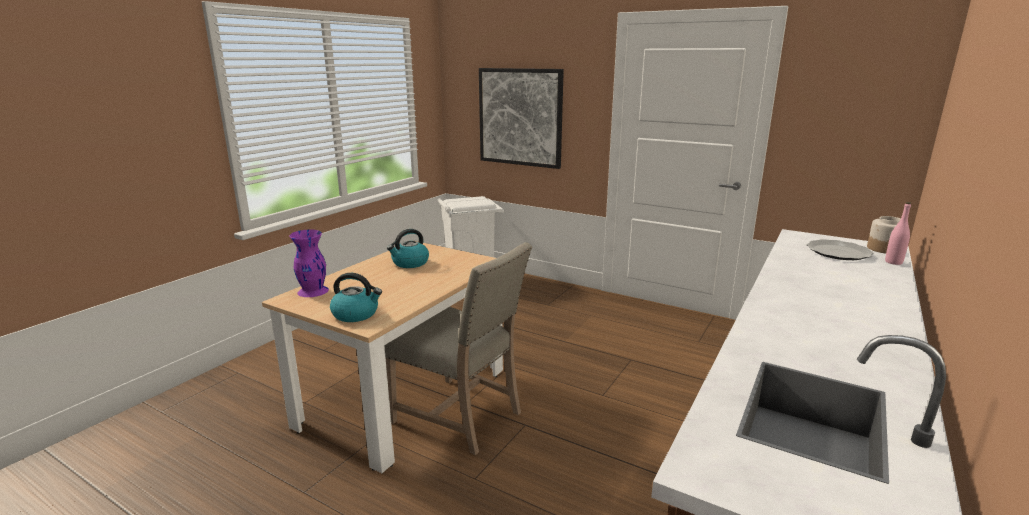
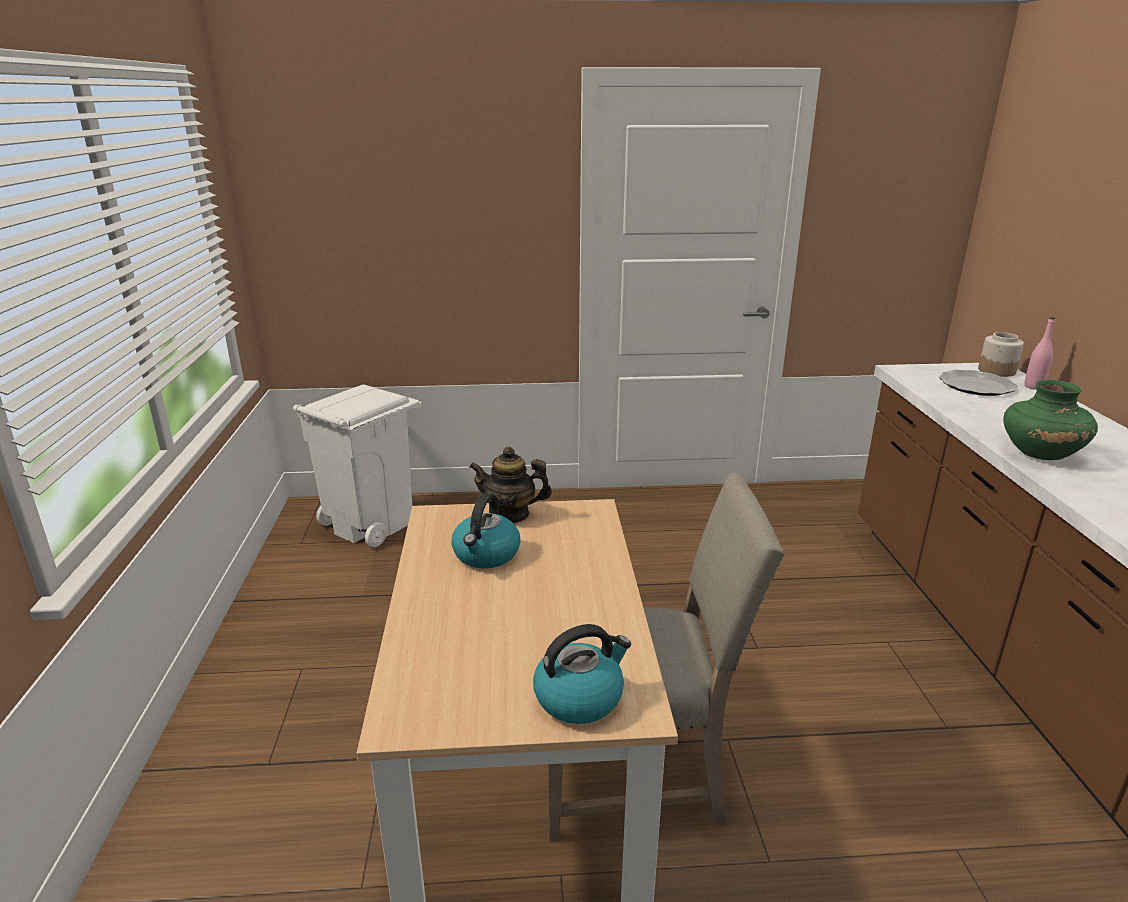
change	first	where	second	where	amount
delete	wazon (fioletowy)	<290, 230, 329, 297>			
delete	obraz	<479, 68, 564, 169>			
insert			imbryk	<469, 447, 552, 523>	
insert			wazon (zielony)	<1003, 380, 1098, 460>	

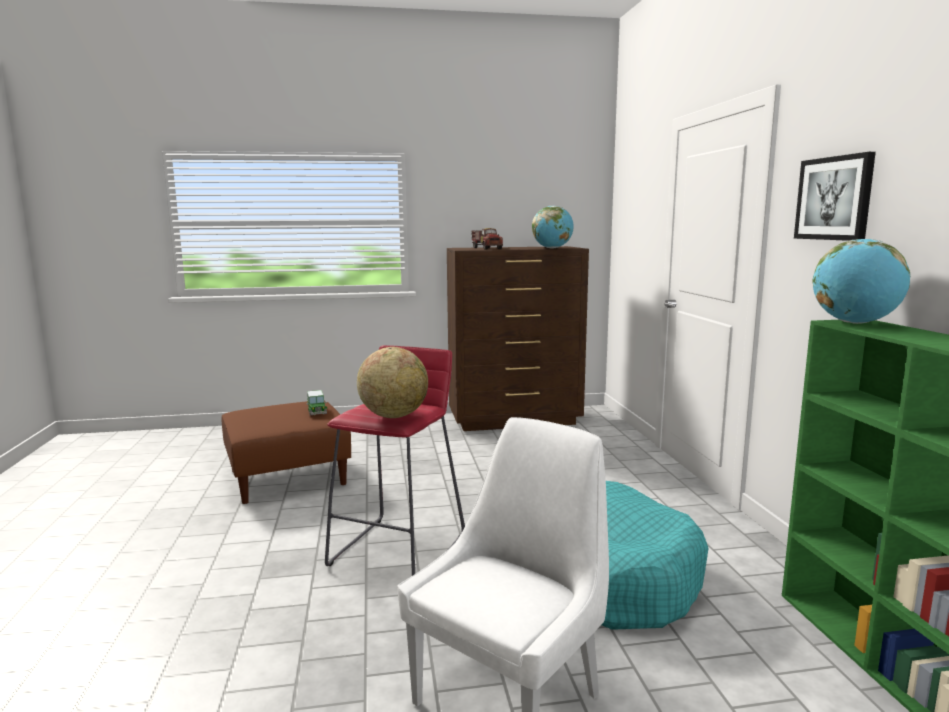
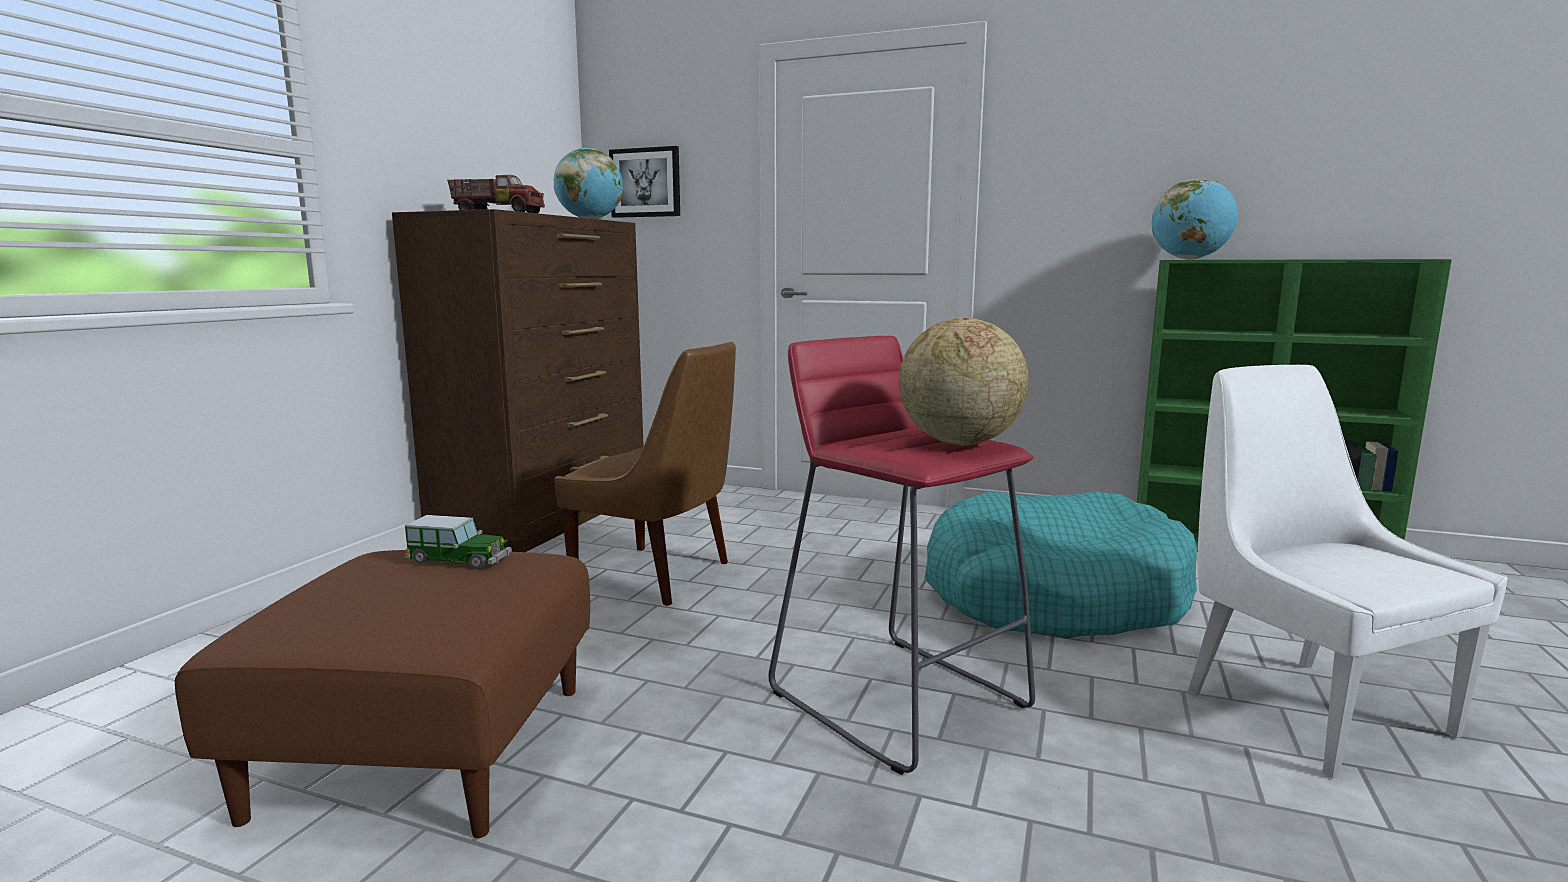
change	first	where	second	where	amount
insert			krzesło (brązowy)	<555, 341, 736, 606>	
move	obraz	<794, 152, 876, 241>		<609, 146, 680, 218>	

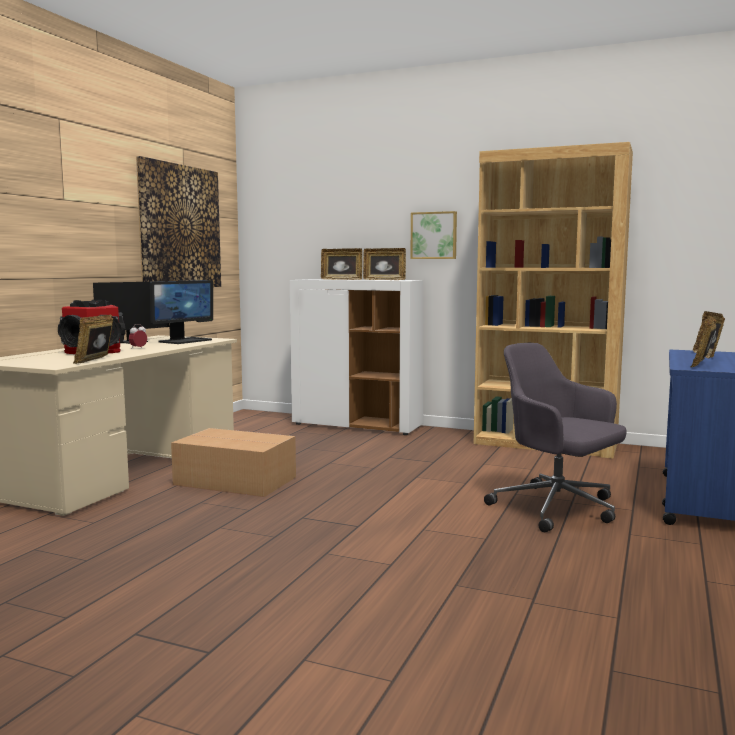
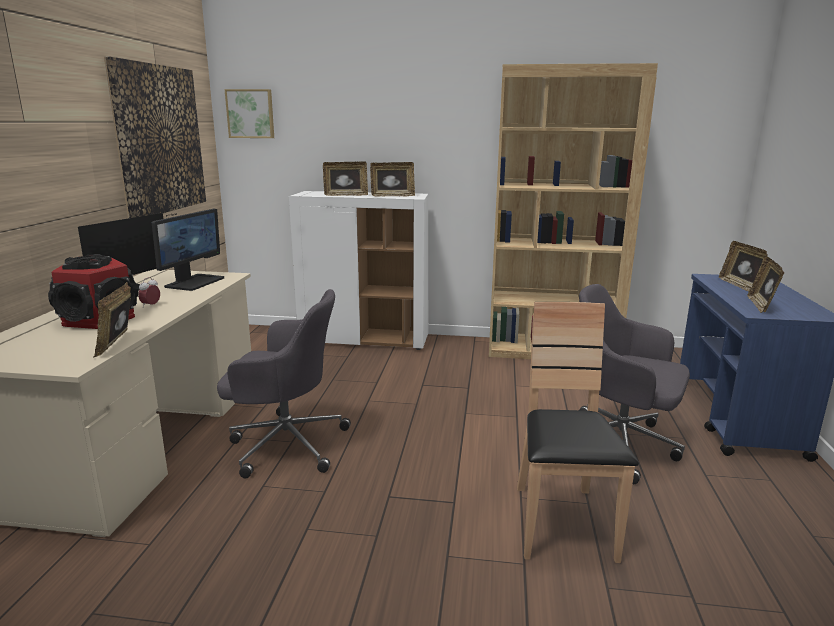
change	first	where	second	where	amount
insert			krzesło (brązowy)	<517, 302, 639, 563>	
move	obraz	<410, 211, 457, 259>		<225, 89, 274, 138>	
replace	karton	<171, 428, 296, 497>	krzesło biurowe (szary)	<217, 289, 351, 478>	

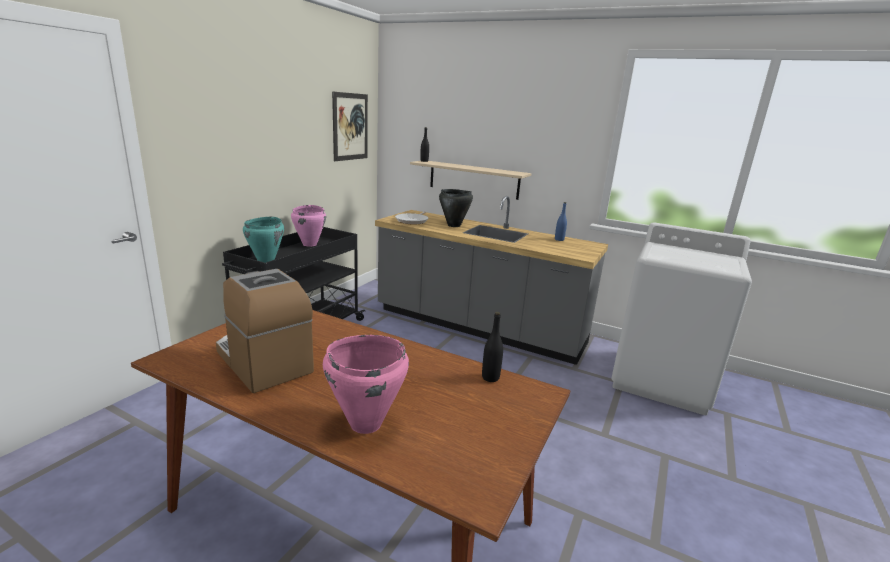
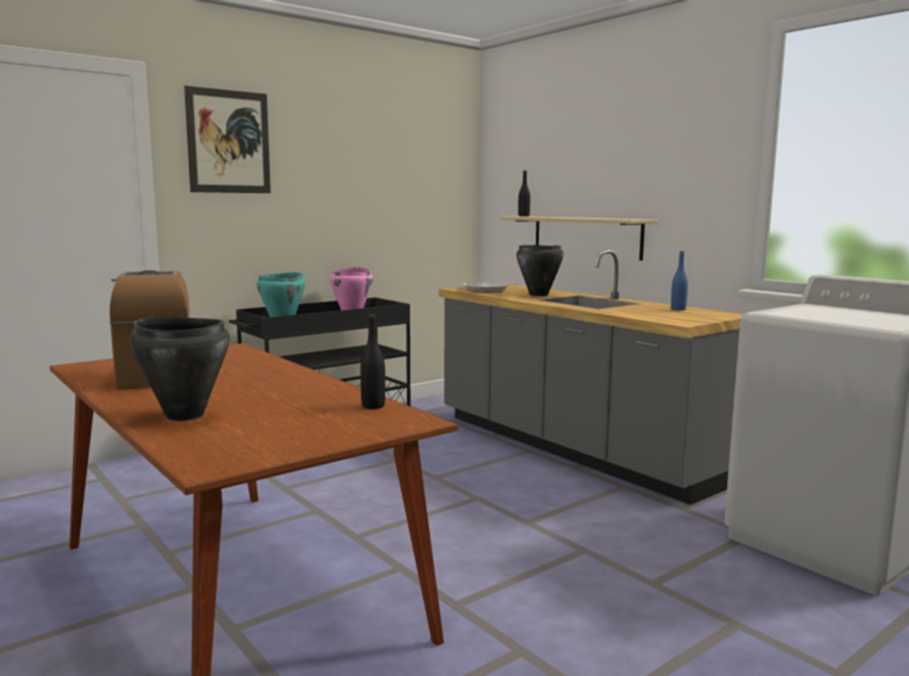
change	first	where	second	where	amount
move	obraz	<332, 91, 368, 161>		<184, 86, 271, 193>	
recolor	garnek (różowy)	<323, 335, 409, 434>	garnek (czarny)	<130, 317, 230, 421>	

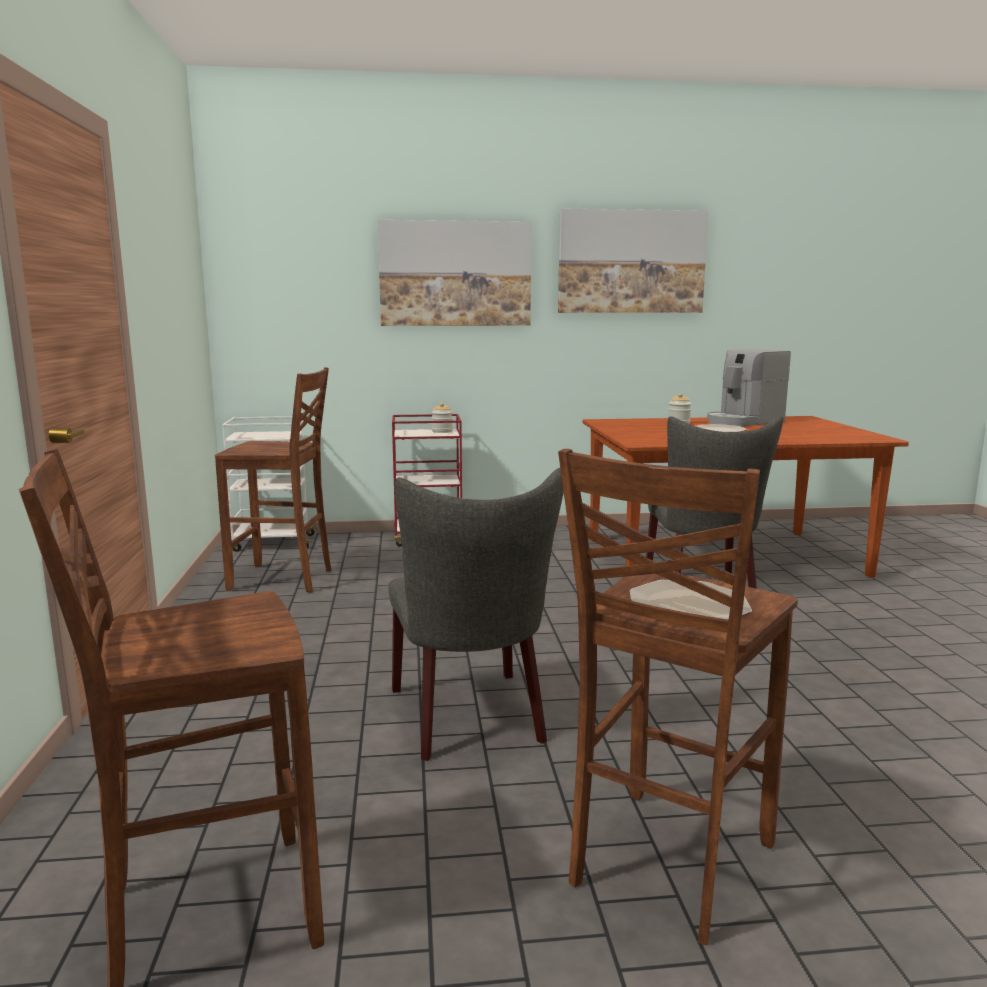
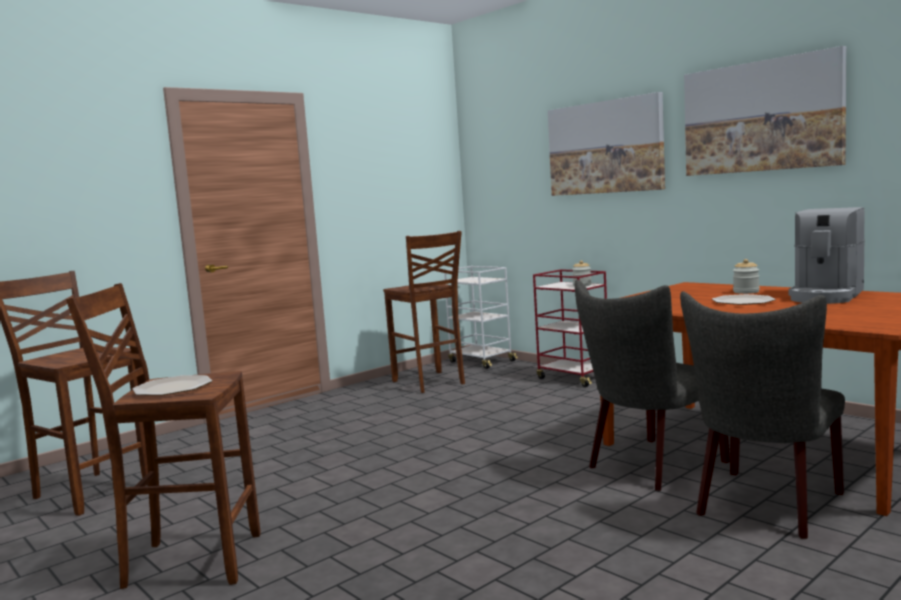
change	first	where	second	where	amount
move	krzesło (szary)	<388, 468, 564, 761>		<680, 291, 845, 539>	
rotate	ekspres do kawy	<707, 349, 791, 427>		<788, 207, 865, 304>	75 degrees counterclockwise

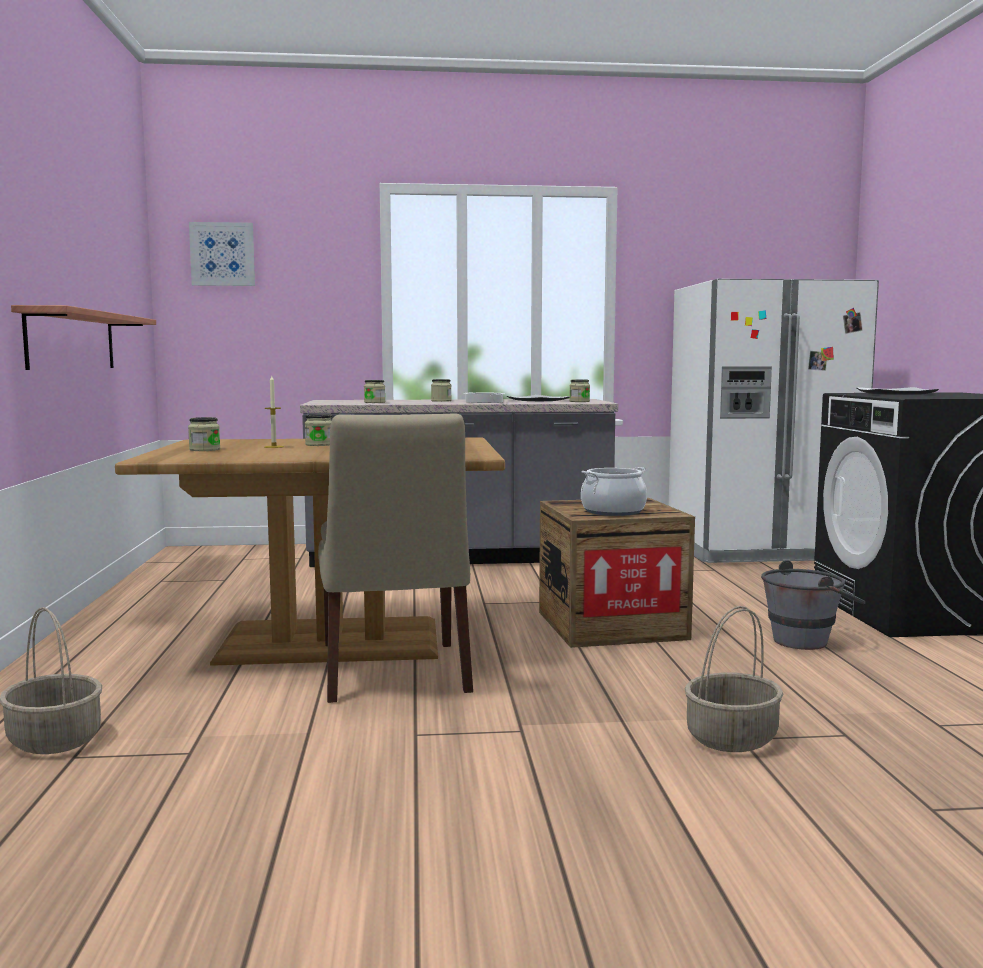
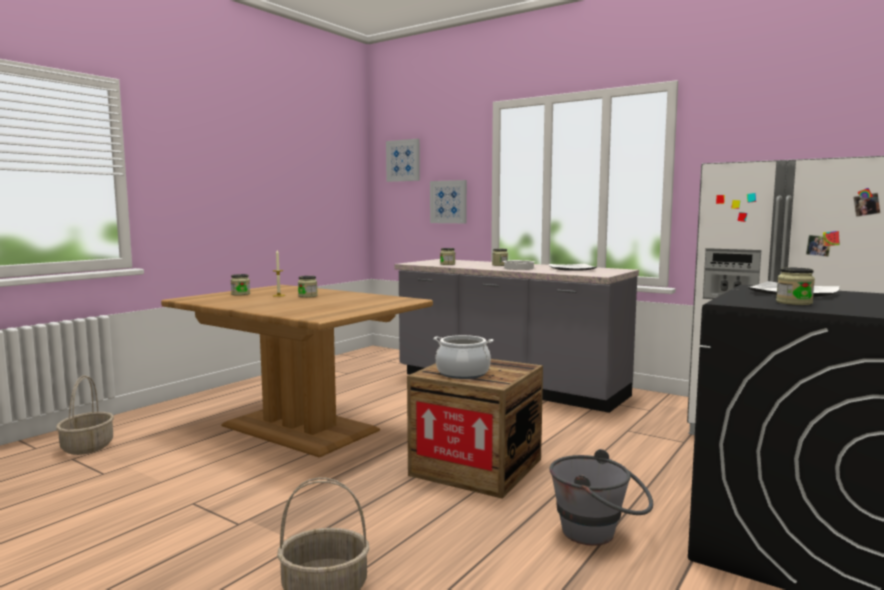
change	first	where	second	where	amount
delete	półka	<11, 305, 156, 370>			
delete	krzesło (beżowy)	<318, 414, 473, 703>			
insert			obraz	<430, 180, 467, 223>	
move	słoik	<569, 379, 590, 402>		<776, 267, 815, 305>	

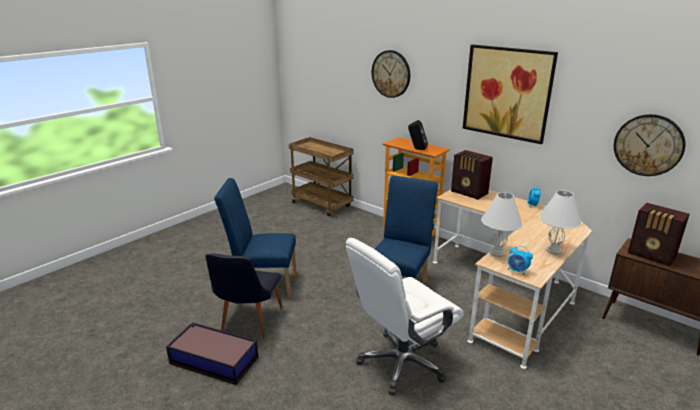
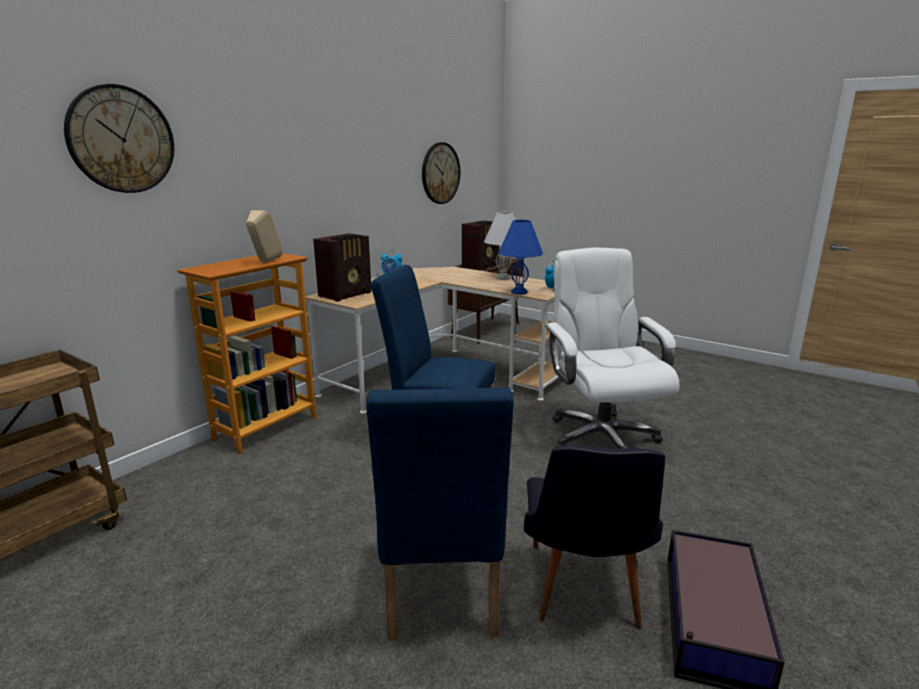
change	first	where	second	where	amount
delete	obraz	<463, 44, 558, 144>			
recolor	głośnik (czarny)	<408, 120, 428, 150>	głośnik (beżowy)	<246, 210, 283, 263>	
recolor	lampa stołowa (biały)	<481, 192, 523, 257>	lampa stołowa (niebieski)	<498, 219, 543, 295>	
rotate	krzesło (czarny)	<205, 254, 283, 338>		<524, 445, 666, 629>	90 degrees clockwise
rotate	krzesło biurowe (biały)	<346, 238, 464, 395>		<545, 248, 680, 449>	150 degrees counterclockwise

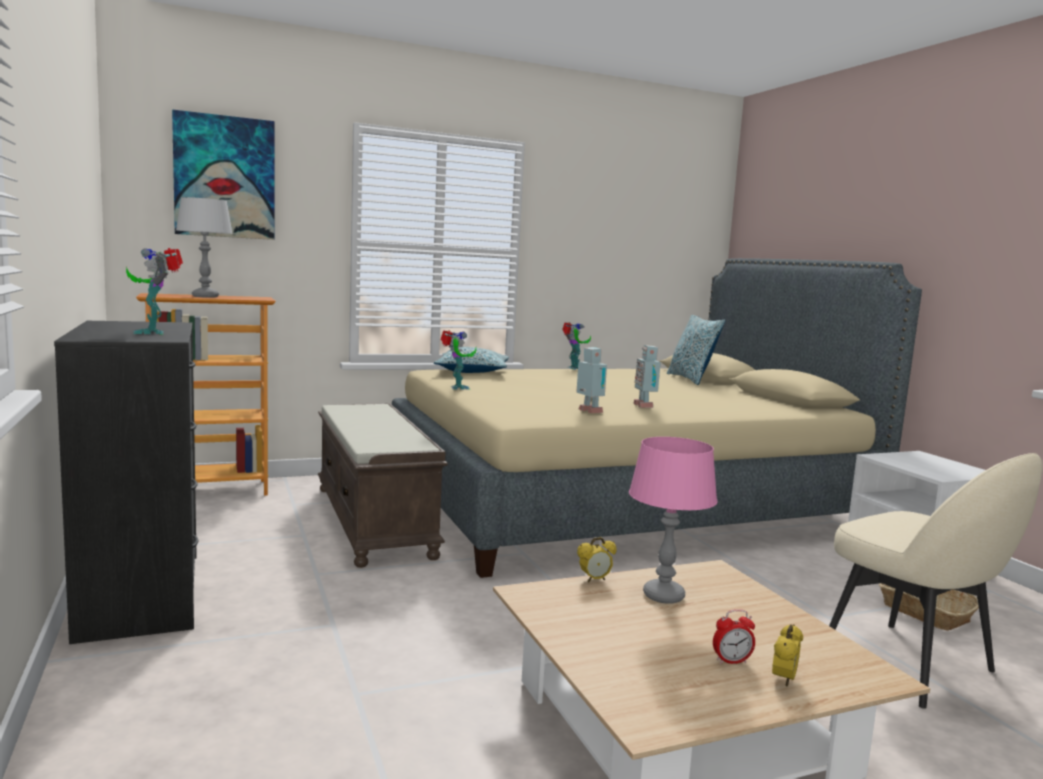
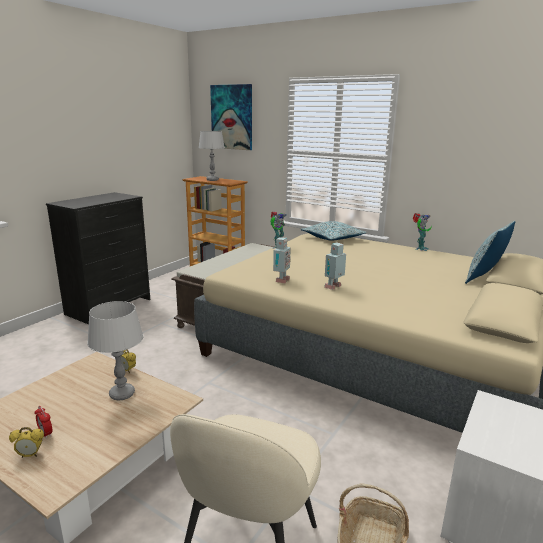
change	first	where	second	where	amount
delete	robot zabawkowy	<126, 248, 183, 335>			
recolor	lampa stołowa (różowy)	<629, 437, 718, 604>	lampa stołowa (szary)	<87, 301, 143, 400>	

